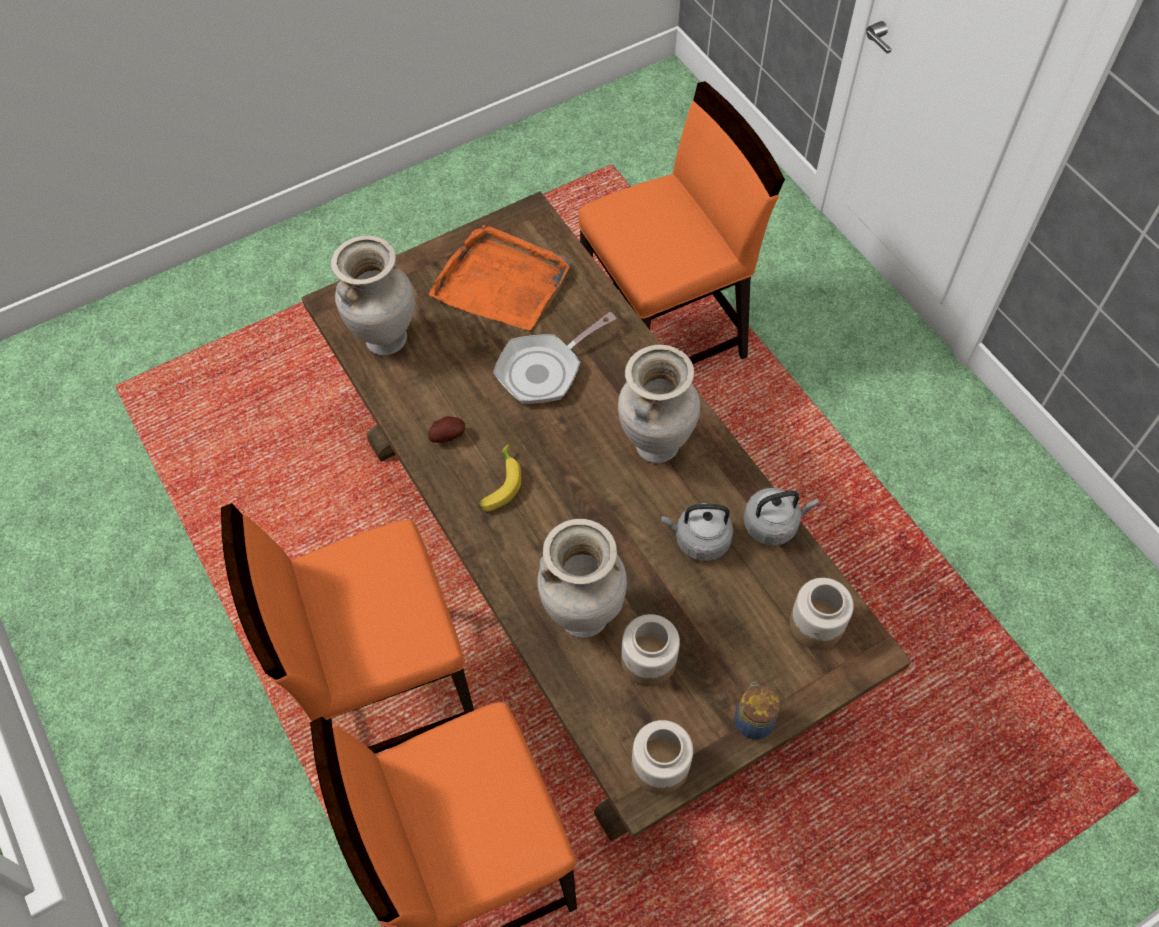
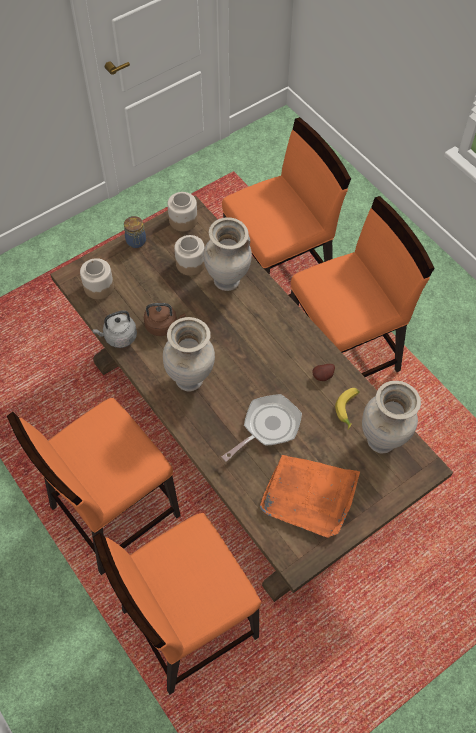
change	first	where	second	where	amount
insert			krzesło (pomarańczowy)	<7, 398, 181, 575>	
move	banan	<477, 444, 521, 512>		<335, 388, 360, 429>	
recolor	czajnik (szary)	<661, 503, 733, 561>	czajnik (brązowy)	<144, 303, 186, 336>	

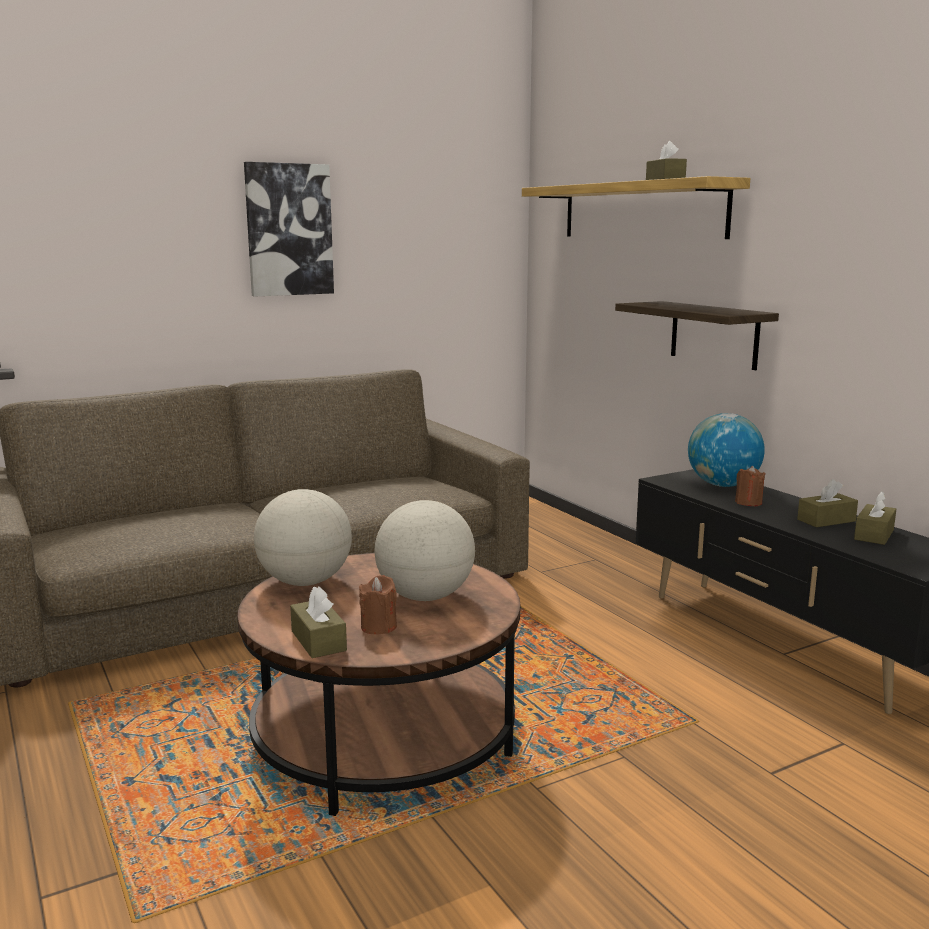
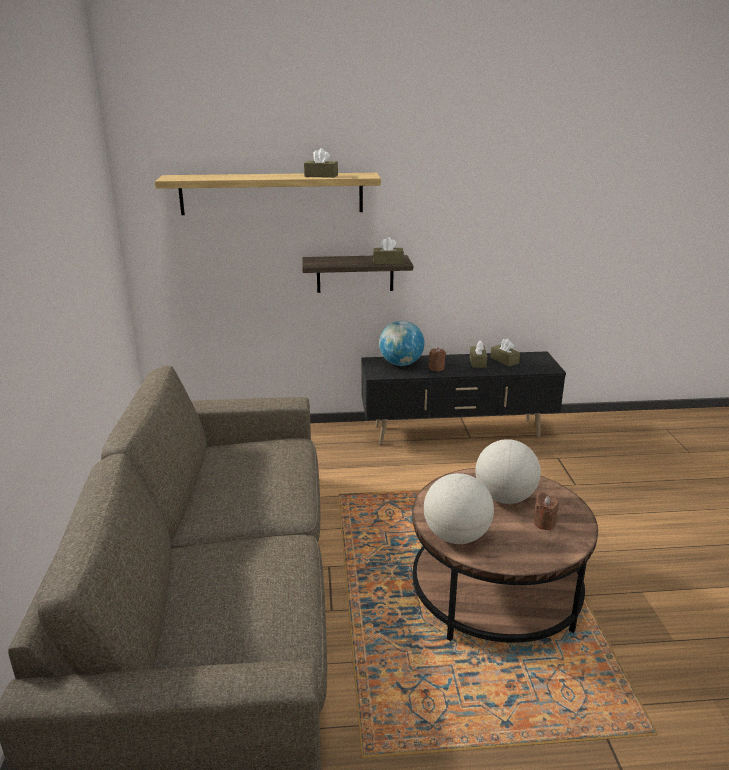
change	first	where	second	where	amount
delete	obraz	<244, 162, 334, 297>			
move	pudełko chusteczek (brązowy)	<290, 586, 347, 658>		<373, 237, 404, 264>	

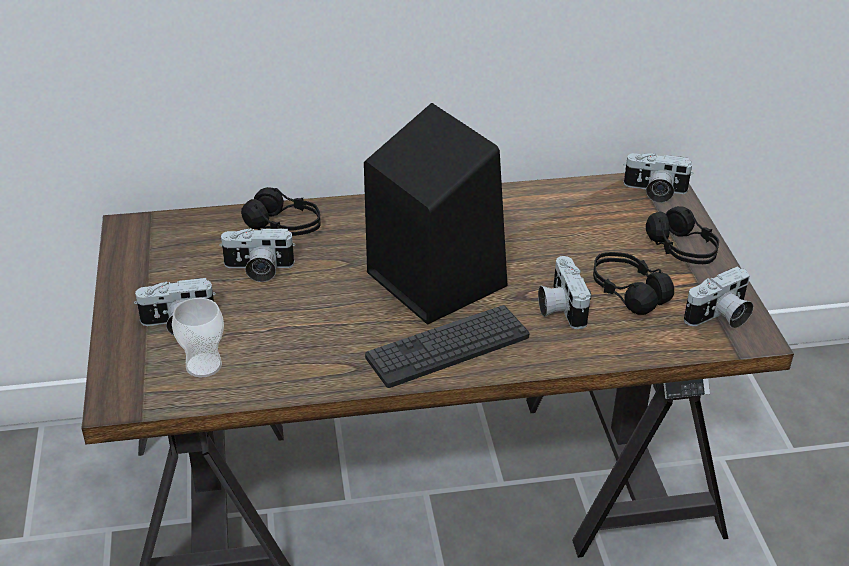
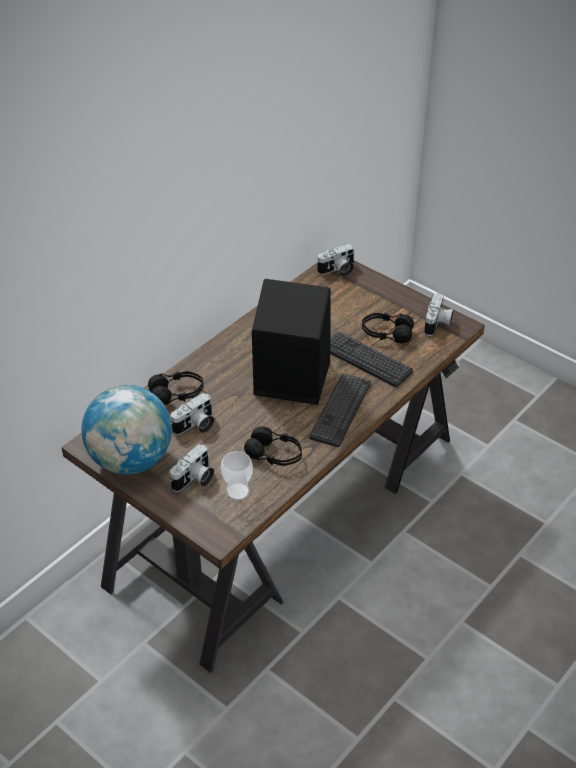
change	first	where	second	where	amount
insert			globus	<81, 385, 172, 474>	
move	słuchawki (czarny)	<646, 206, 719, 264>		<244, 426, 302, 466>	
replace	aparat fotograficzny	<538, 256, 591, 329>	klawiatura	<330, 331, 413, 387>	

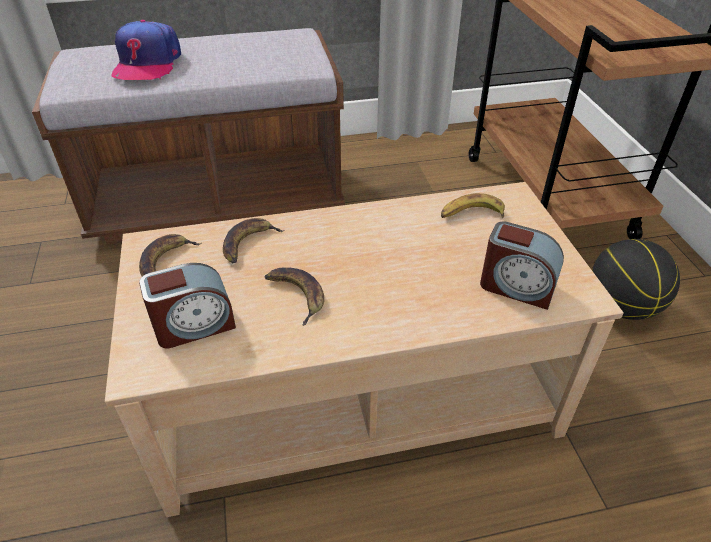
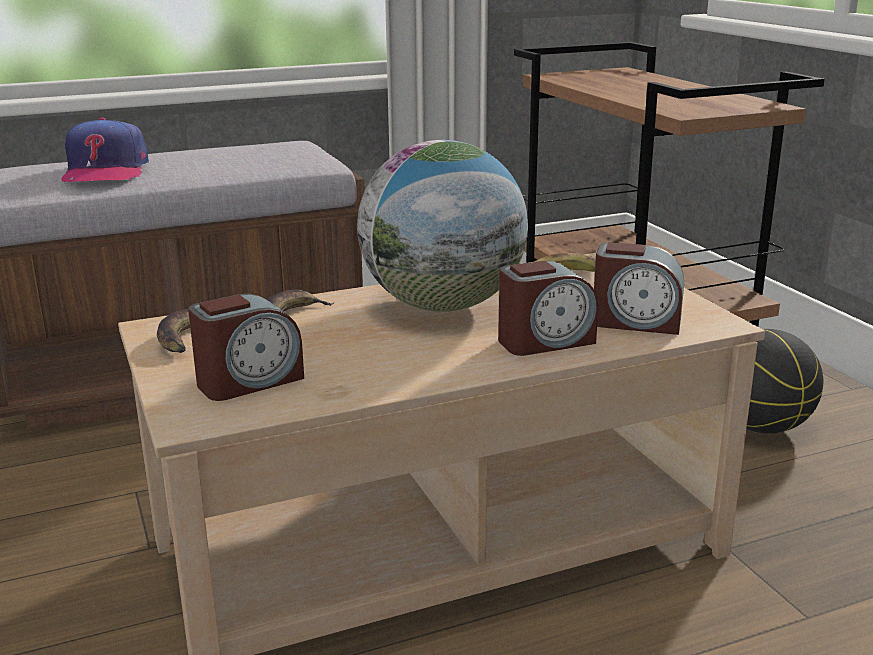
change	first	where	second	where	amount
delete	banan	<265, 267, 324, 326>			
insert			globus	<357, 140, 528, 312>	
insert			budzik	<498, 261, 598, 356>	

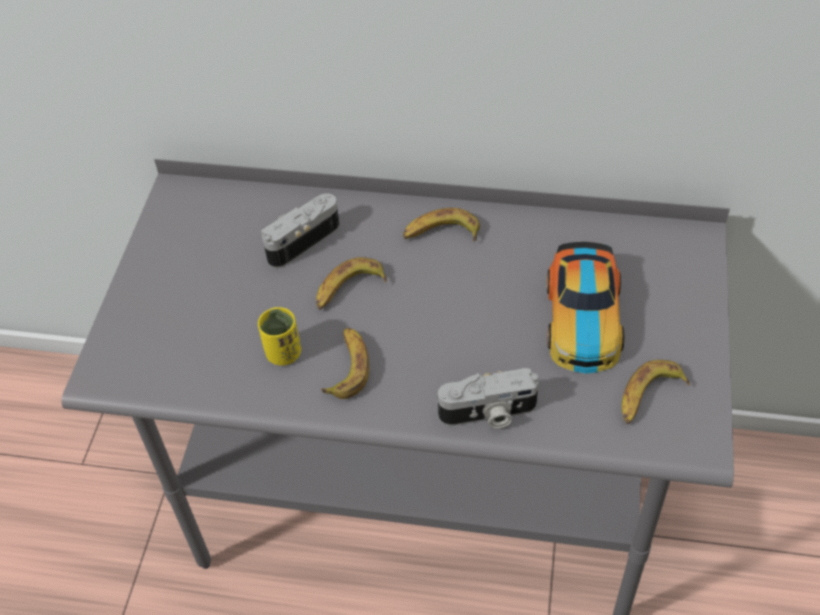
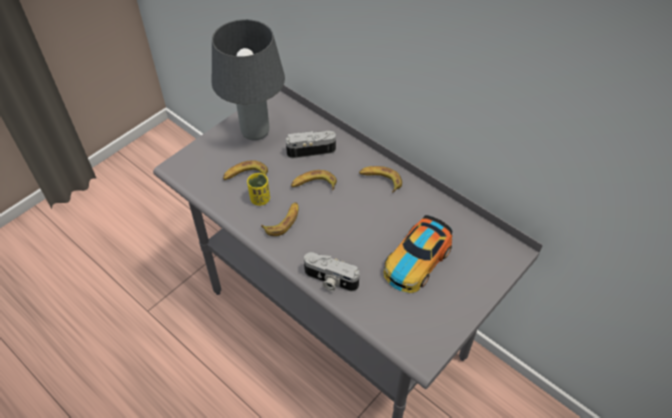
change	first	where	second	where	amount
insert			lampa stołowa (szary)	<212, 19, 285, 141>	
move	banan	<622, 360, 690, 424>		<223, 160, 268, 180>	

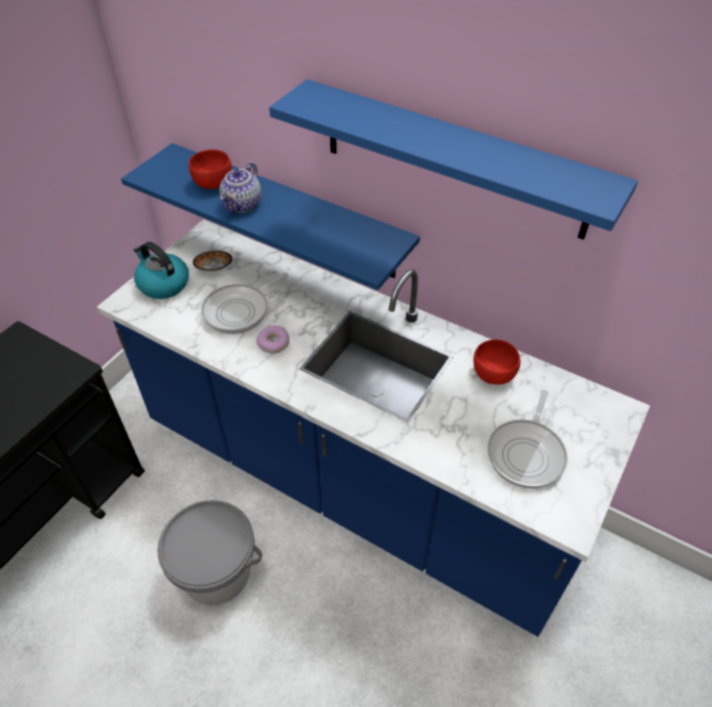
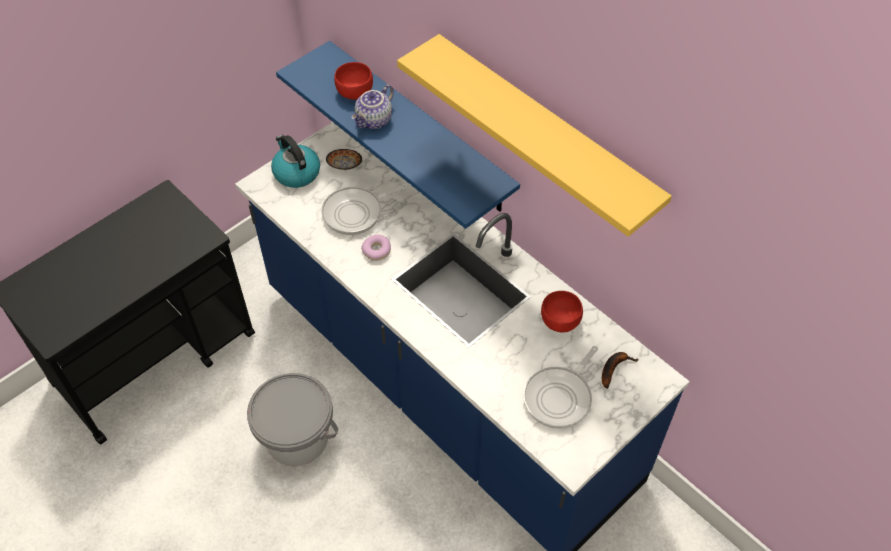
change	first	where	second	where	amount
insert			banan	<602, 352, 638, 389>	
recolor	półka (niebieski)	<269, 79, 638, 240>	półka (żółty)	<397, 34, 672, 237>	

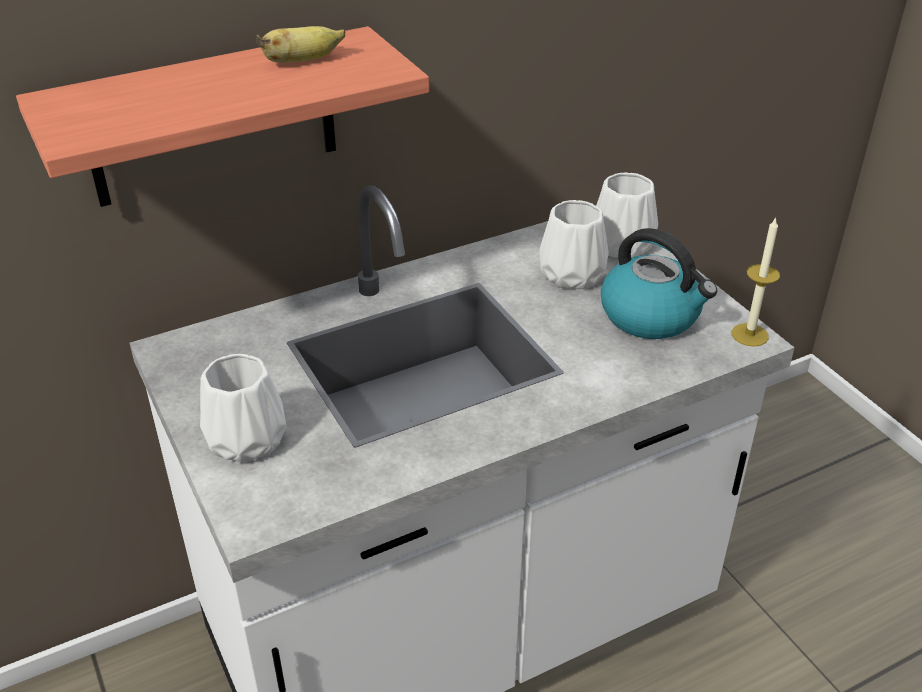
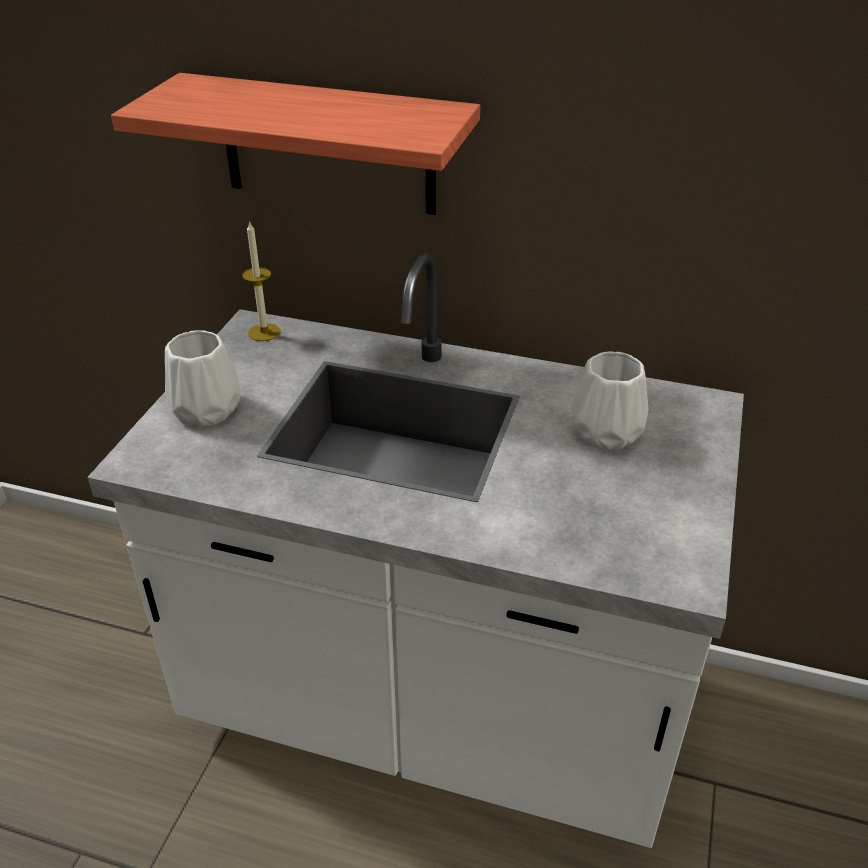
change	first	where	second	where	amount
delete	banan	<256, 26, 345, 63>			
delete	wazon (biały)	<596, 172, 658, 258>			
delete	czajnik	<601, 228, 717, 339>			
move	świeca	<731, 217, 780, 347>		<242, 221, 281, 341>	

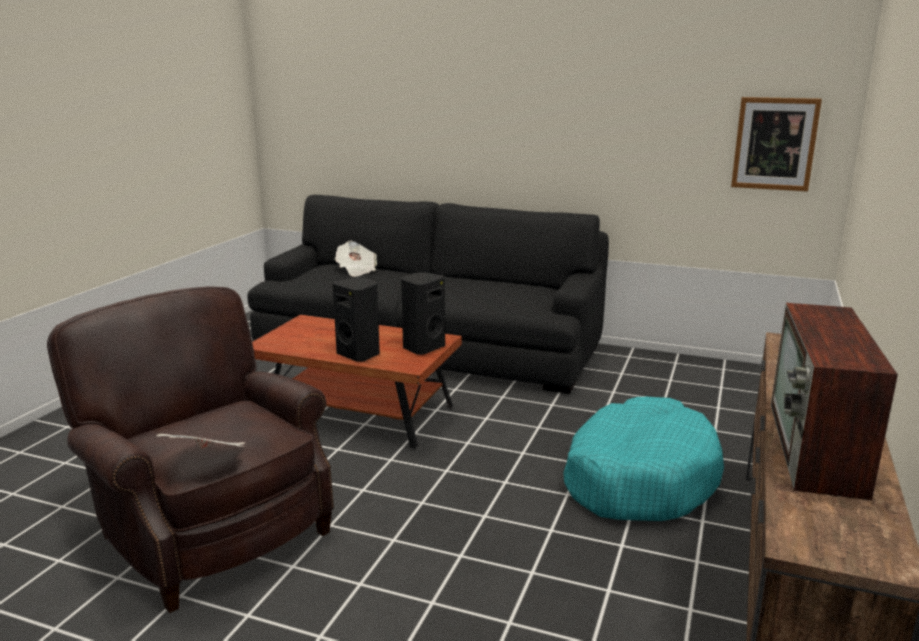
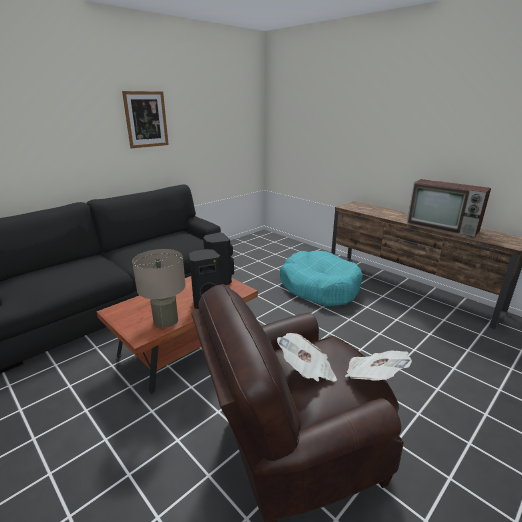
change	first	where	second	where	amount
insert			lampa stołowa (beżowy)	<132, 249, 186, 328>	
move	gazeta	<335, 241, 377, 277>		<277, 333, 337, 381>	
move	obraz	<731, 97, 822, 191>		<122, 91, 169, 148>	

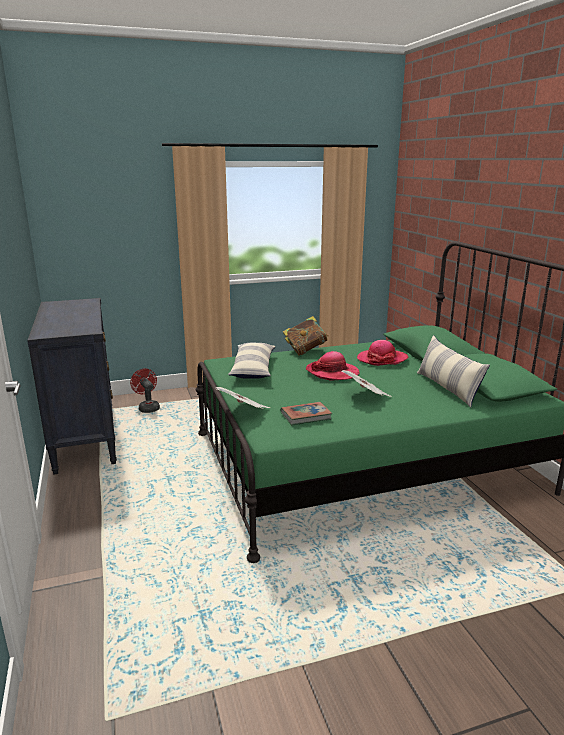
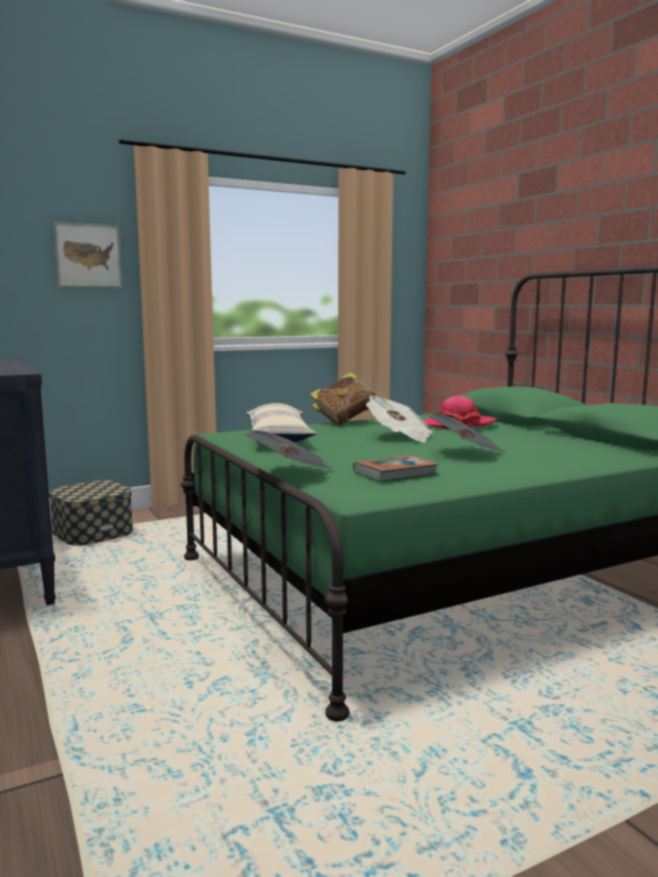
change	first	where	second	where	amount
delete	poduszka	<417, 335, 490, 408>			
insert			obraz	<54, 222, 122, 287>	
replace	wentylator (czerwony)	<130, 368, 160, 413>	pojemnik do przechowywania	<49, 480, 133, 546>	
replace	kapelusz	<306, 351, 359, 381>	gazeta	<366, 396, 433, 442>	

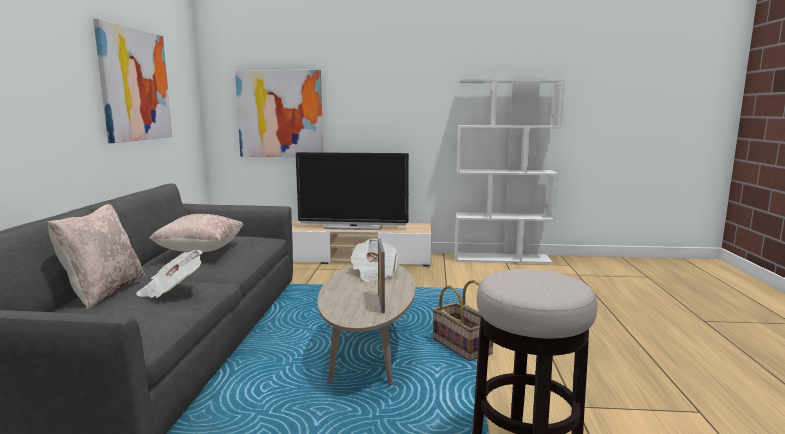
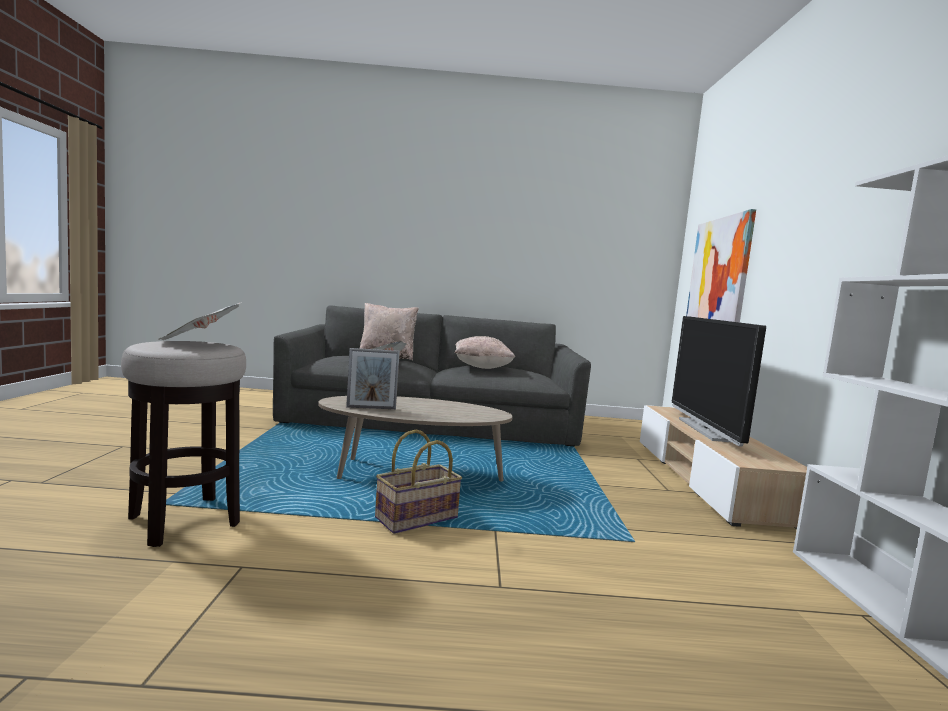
change	first	where	second	where	amount
delete	obraz	<93, 18, 172, 143>			
move	gazeta	<350, 239, 398, 282>		<158, 302, 242, 340>	

